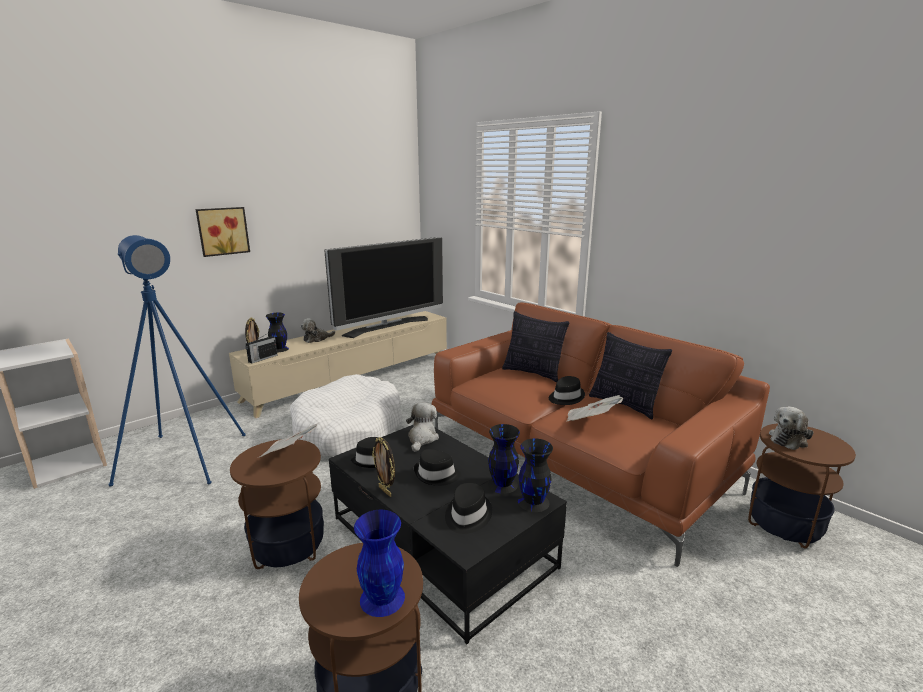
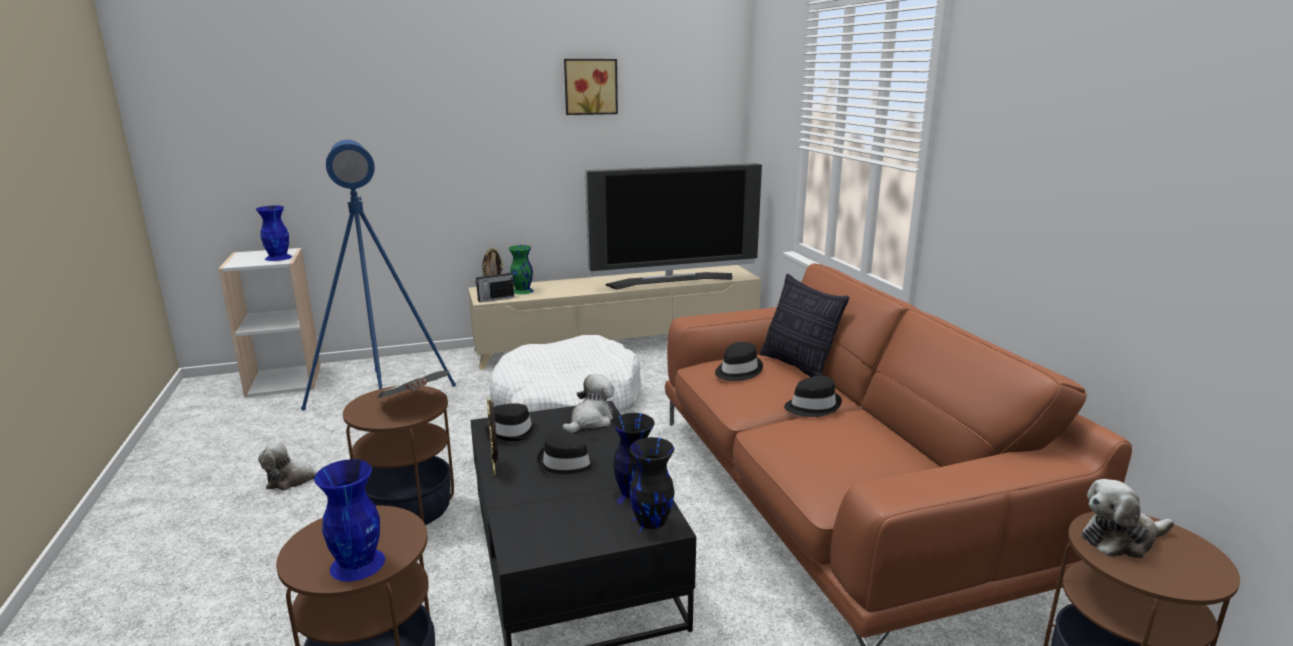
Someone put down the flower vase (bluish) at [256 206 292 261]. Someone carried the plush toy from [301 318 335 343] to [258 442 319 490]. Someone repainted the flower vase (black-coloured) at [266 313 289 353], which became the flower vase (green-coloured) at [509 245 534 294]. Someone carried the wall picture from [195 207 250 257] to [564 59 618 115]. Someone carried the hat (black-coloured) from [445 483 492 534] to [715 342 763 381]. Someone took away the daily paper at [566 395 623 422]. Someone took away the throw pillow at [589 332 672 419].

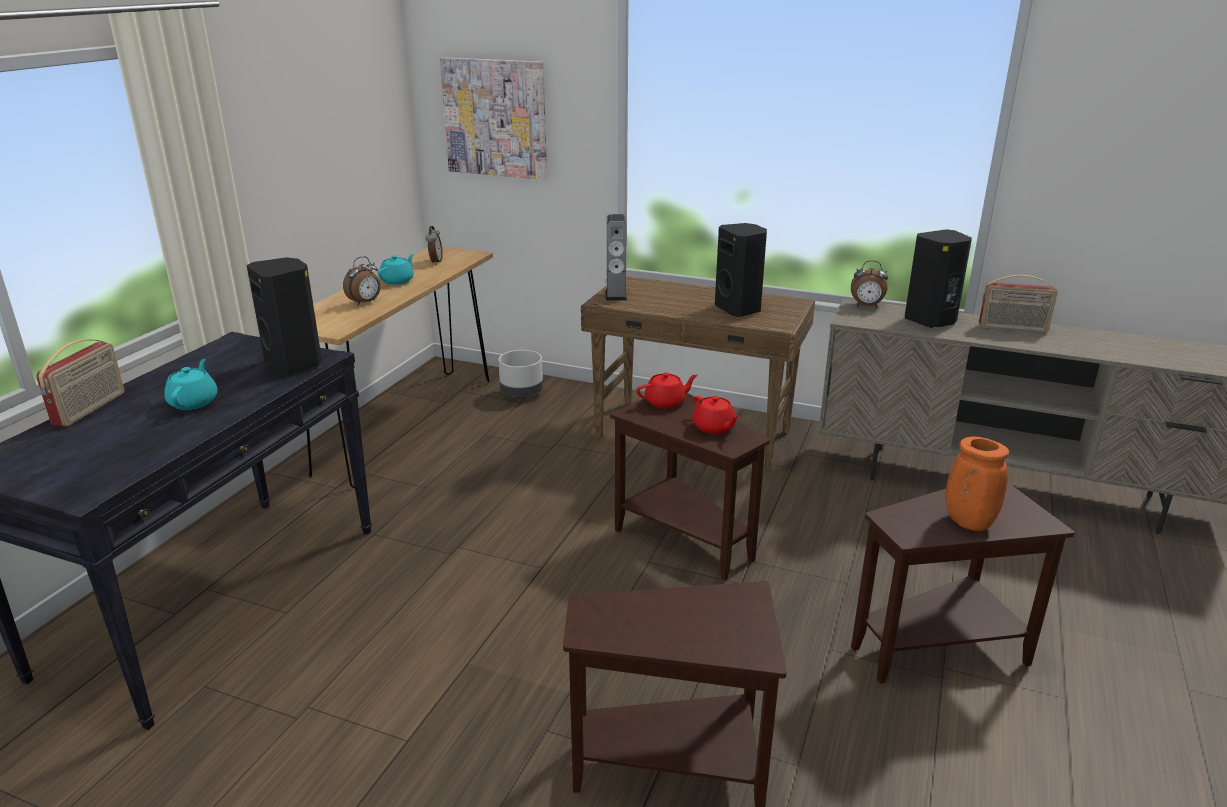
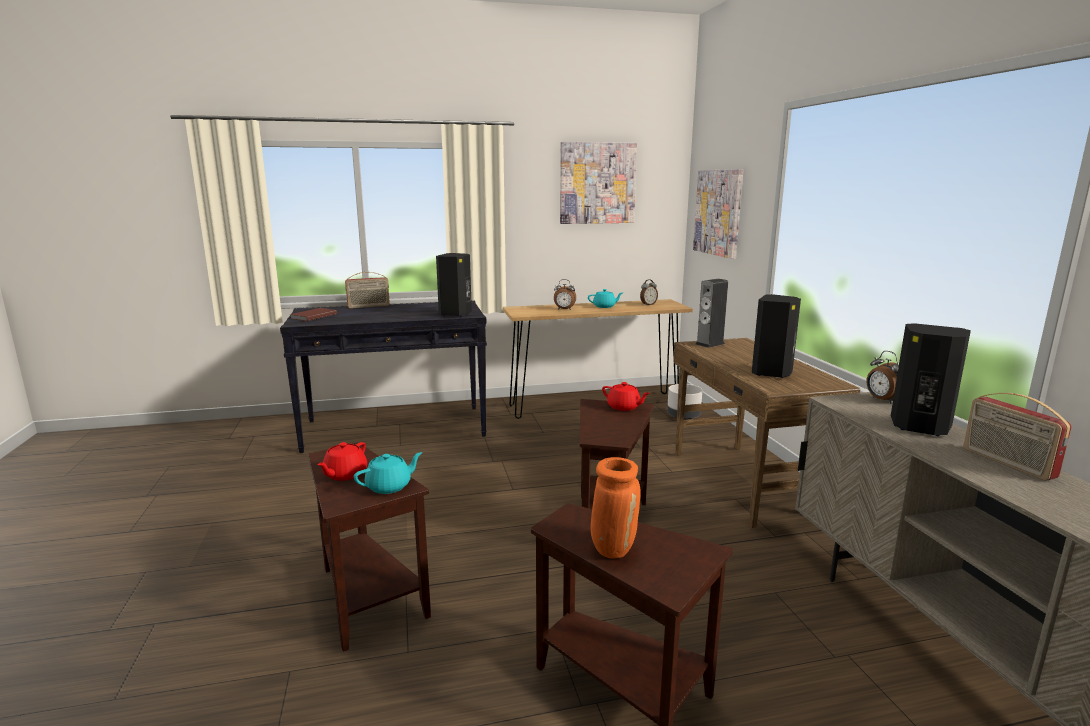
Someone put down the volume (brownish) at [290 308 337 321]. Someone carried the pot for tea (red) from [693 396 740 434] to [317 442 367 481]. Someone carried the pot for tea (blue-green) from [164 359 218 410] to [354 452 422 494]. Someone put up the wall picture at [560 142 637 224].

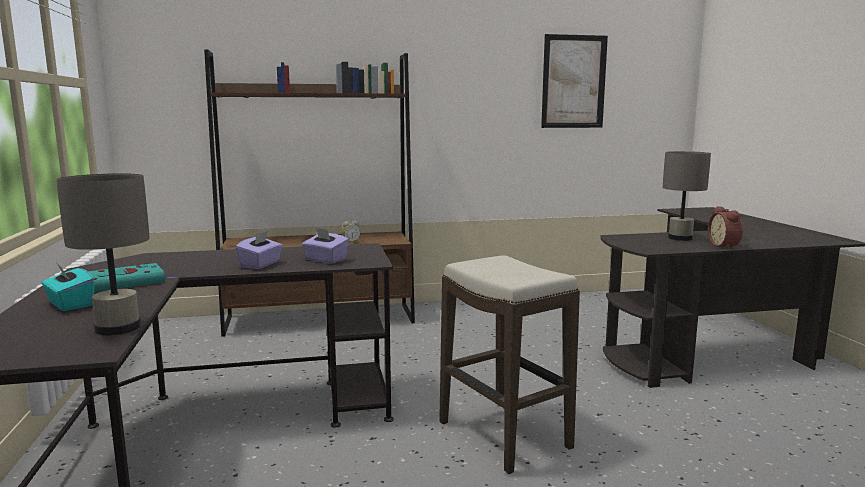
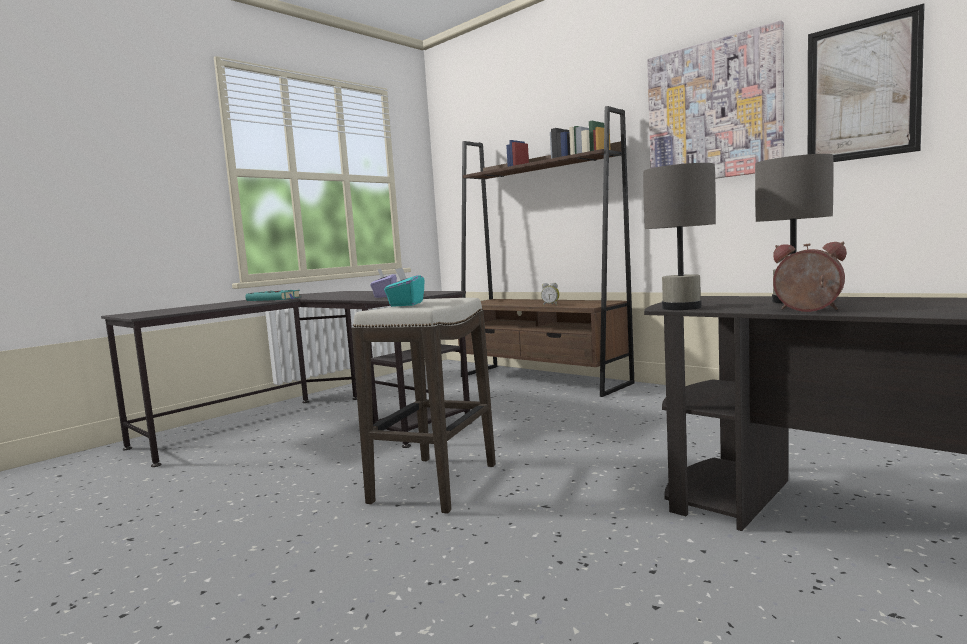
Someone carried the box of tissues (blue-green) from [42 262 95 311] to [384 268 424 307]. Someone carried the lamp for a table (greyish) from [56 173 149 335] to [643 163 716 310]. Someone put up the wall picture at [647 20 784 179]. Someone rotated the alarm clock at [708 206 743 250] by 75 degrees clockwise. Someone took away the box of tissues (purplish) at [235 230 283 269].

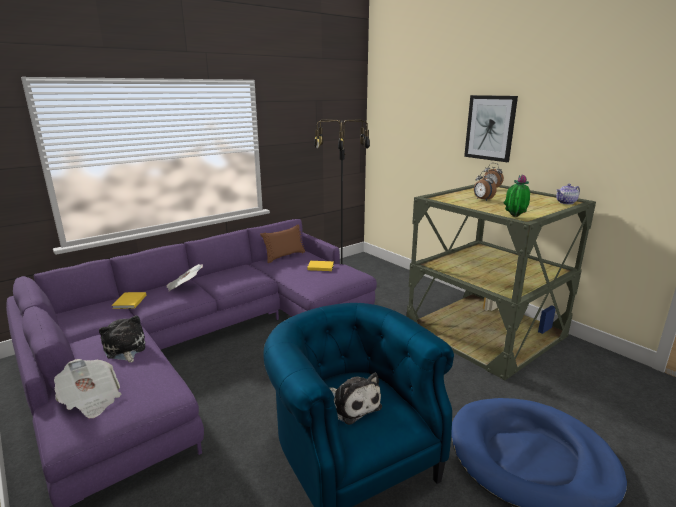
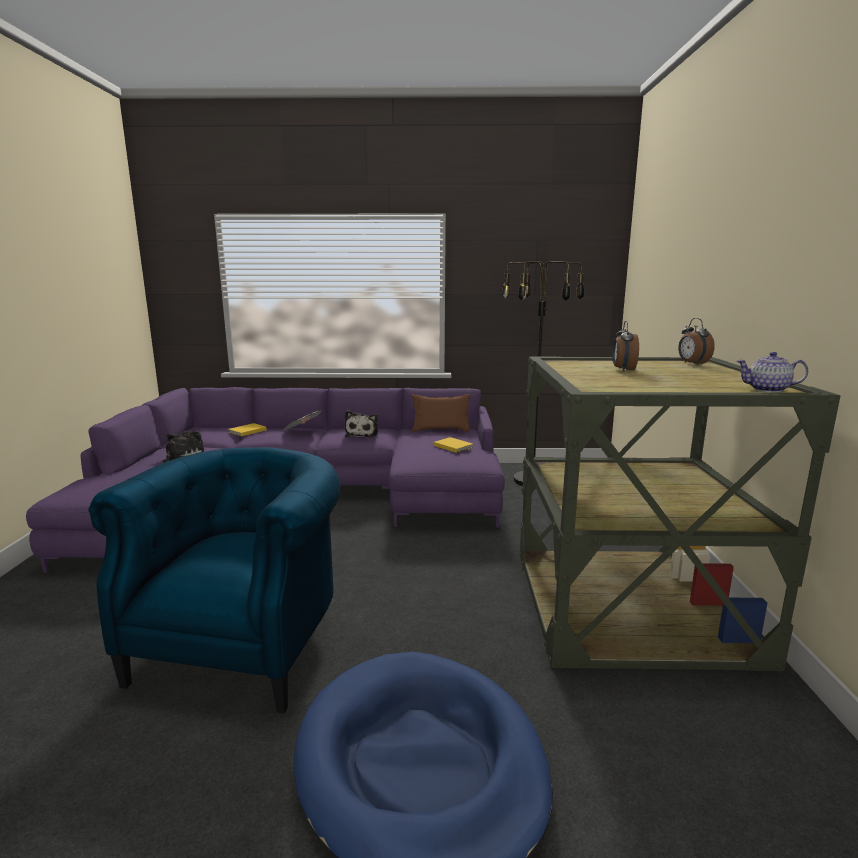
Someone carried the plush toy from [330 373 382 425] to [345 410 378 438]. Someone took away the daily paper at [54 359 122 418]. Someone took away the wall picture at [464 95 518 162]. Someone took away the houseplant at [503 174 530 217].

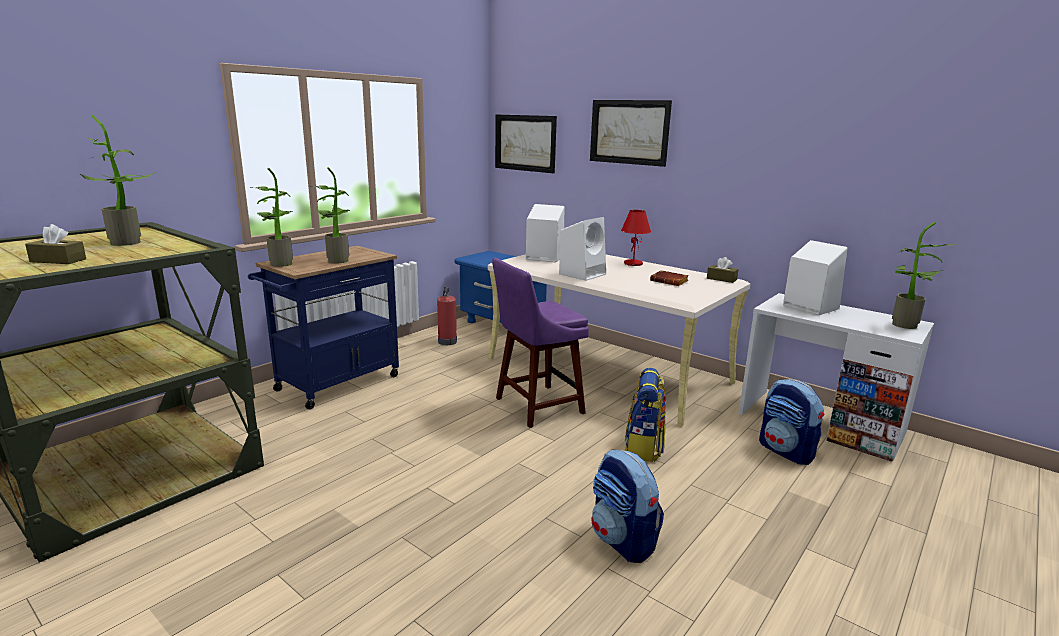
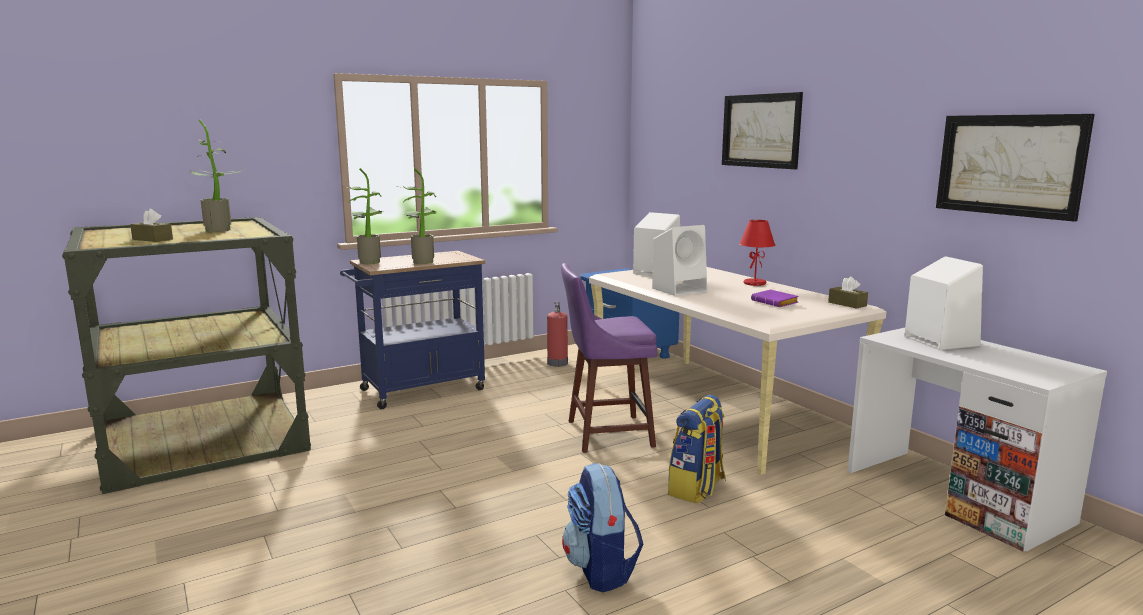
Someone repainted the volume (brownish) at [650 270 689 286], which became the volume (purplish) at [751 289 799 307]. Someone carried the wall picture from [495 115 557 173] to [936 114 1095 222]. Someone took away the backpack at [759 379 824 465]. Someone took away the houseplant at [892 222 958 329].

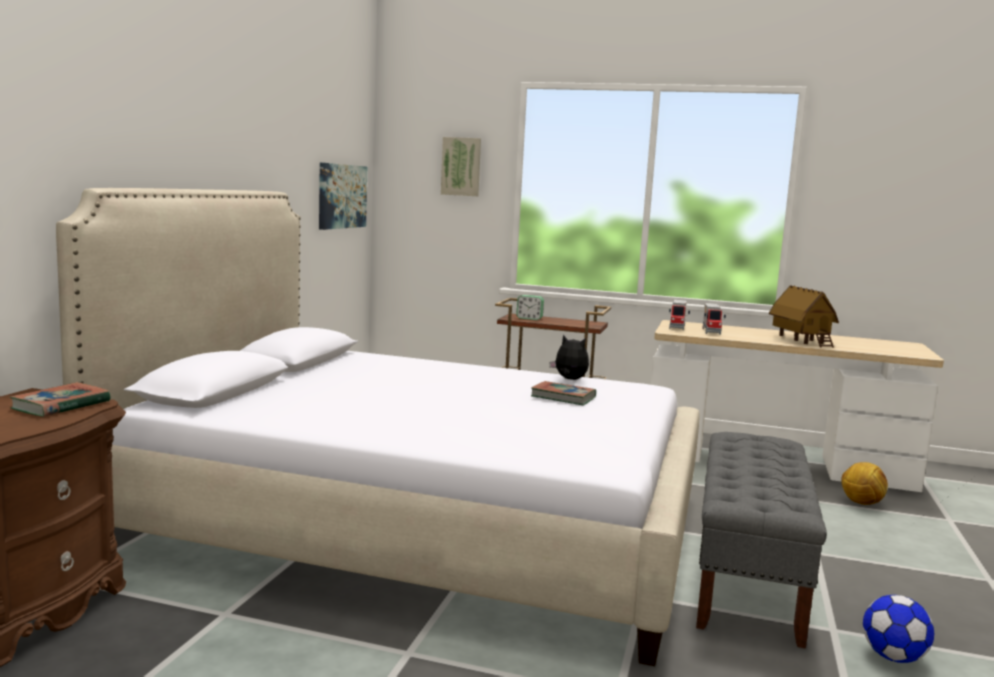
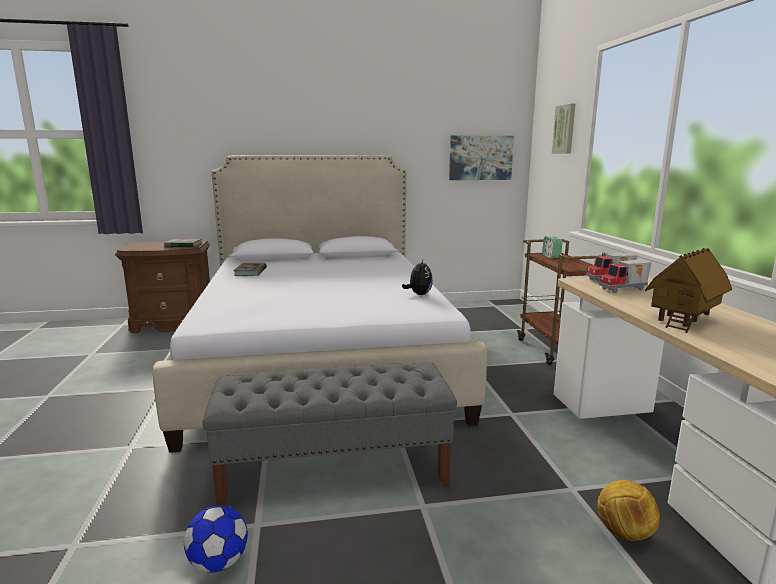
Someone carried the volume from [531 381 596 405] to [234 263 267 276].

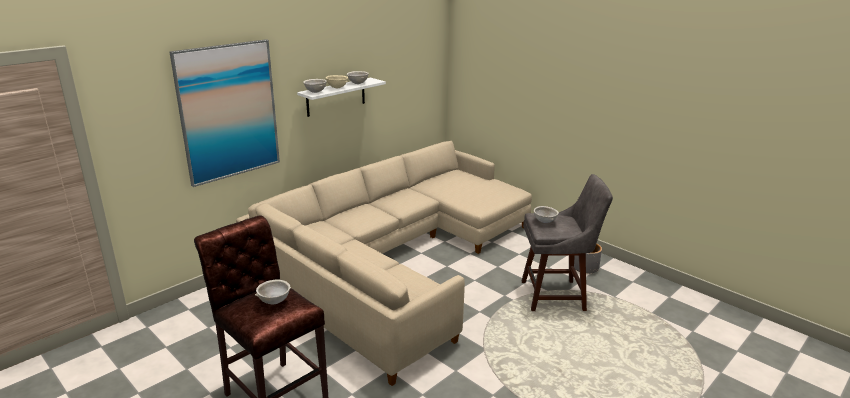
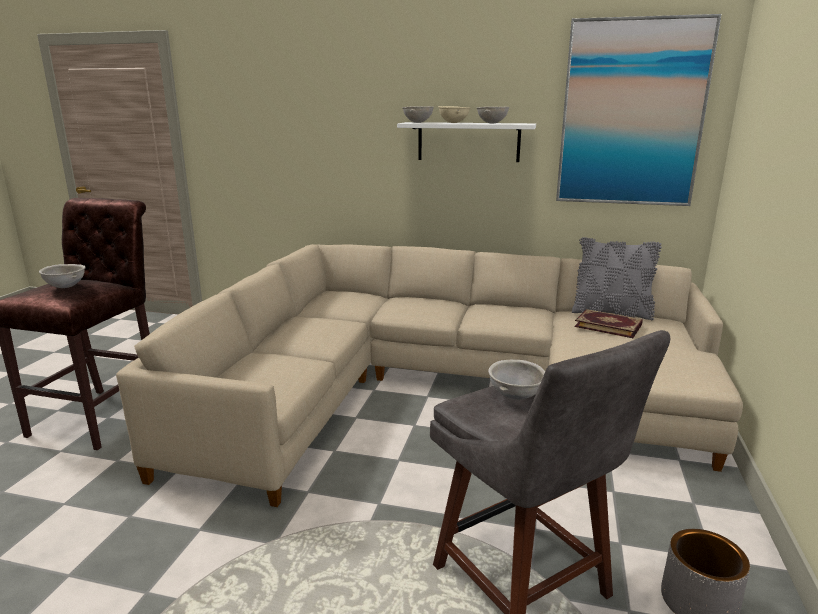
Someone carried the wall picture from [169 39 280 187] to [556 14 722 206]. Someone put down the throw pillow (greyish) at [572 237 662 320]. Someone put down the volume at [574 309 643 338].

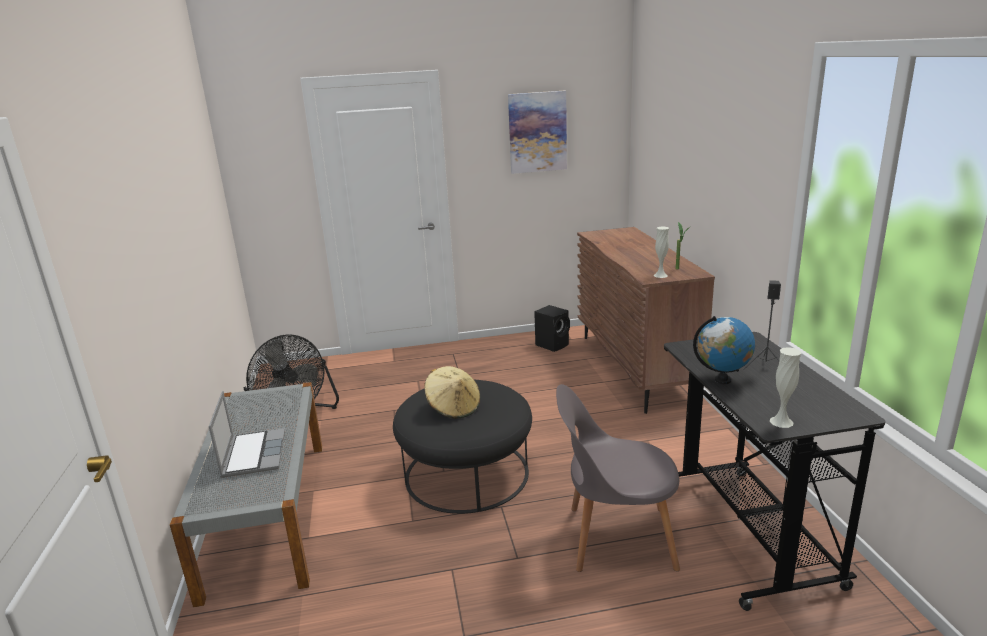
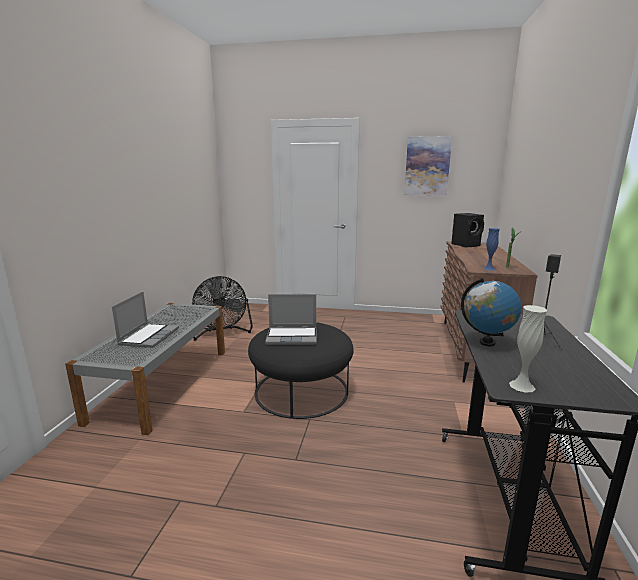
Someone swapped the hat (sand-coloured) at [424 366 480 419] for the laptop at [265 294 316 345]. Someone carried the audio speaker (black-coloured) from [534 305 570 352] to [451 213 484 247]. Someone repainted the flower vase (whitish) at [654 227 669 278], which became the flower vase (bluish) at [483 228 500 271]. Someone took away the chair (greyish) at [556 384 680 572].

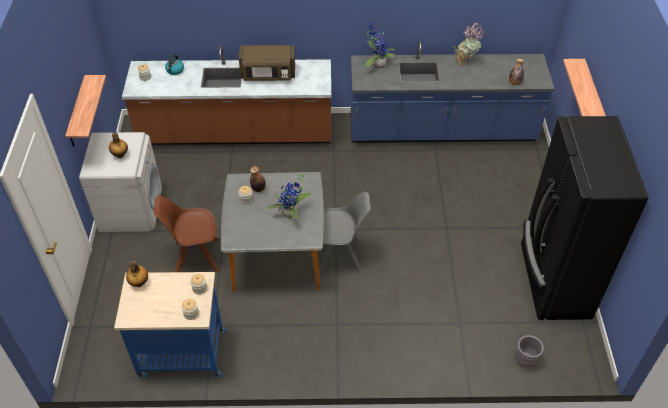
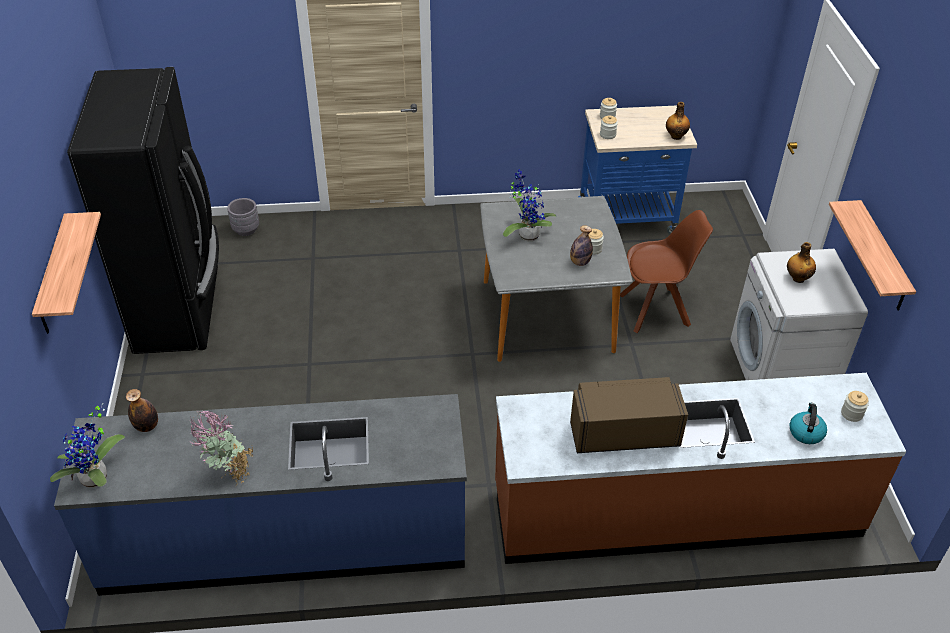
Someone carried the houseplant from [365 23 395 68] to [50 403 125 488]. Someone took away the chair (greyish) at [319 192 371 275].

